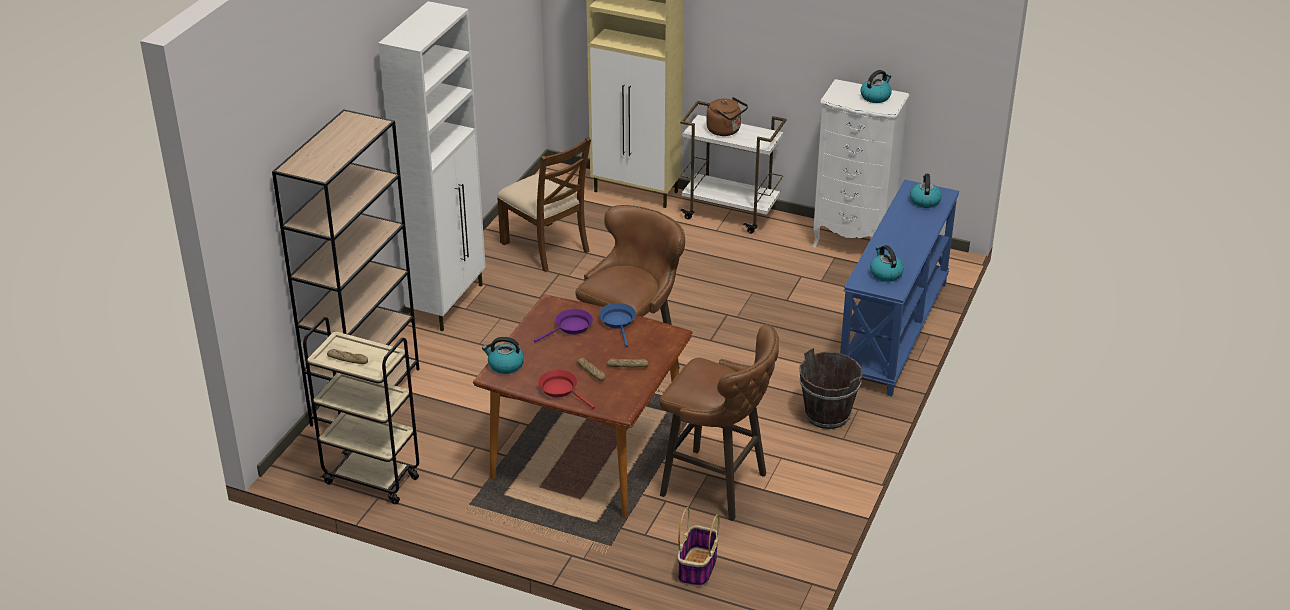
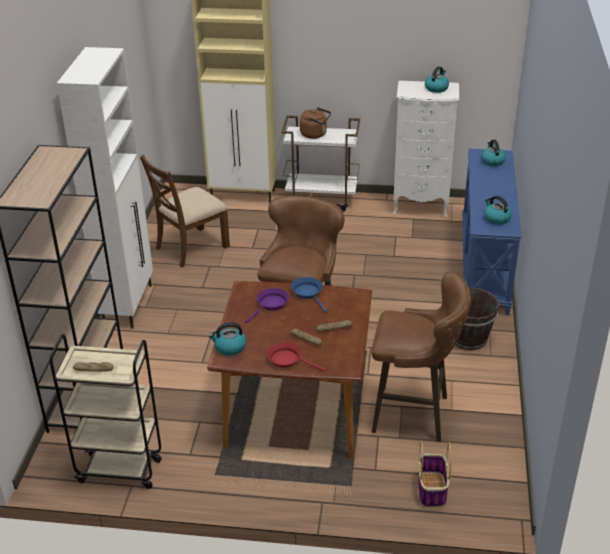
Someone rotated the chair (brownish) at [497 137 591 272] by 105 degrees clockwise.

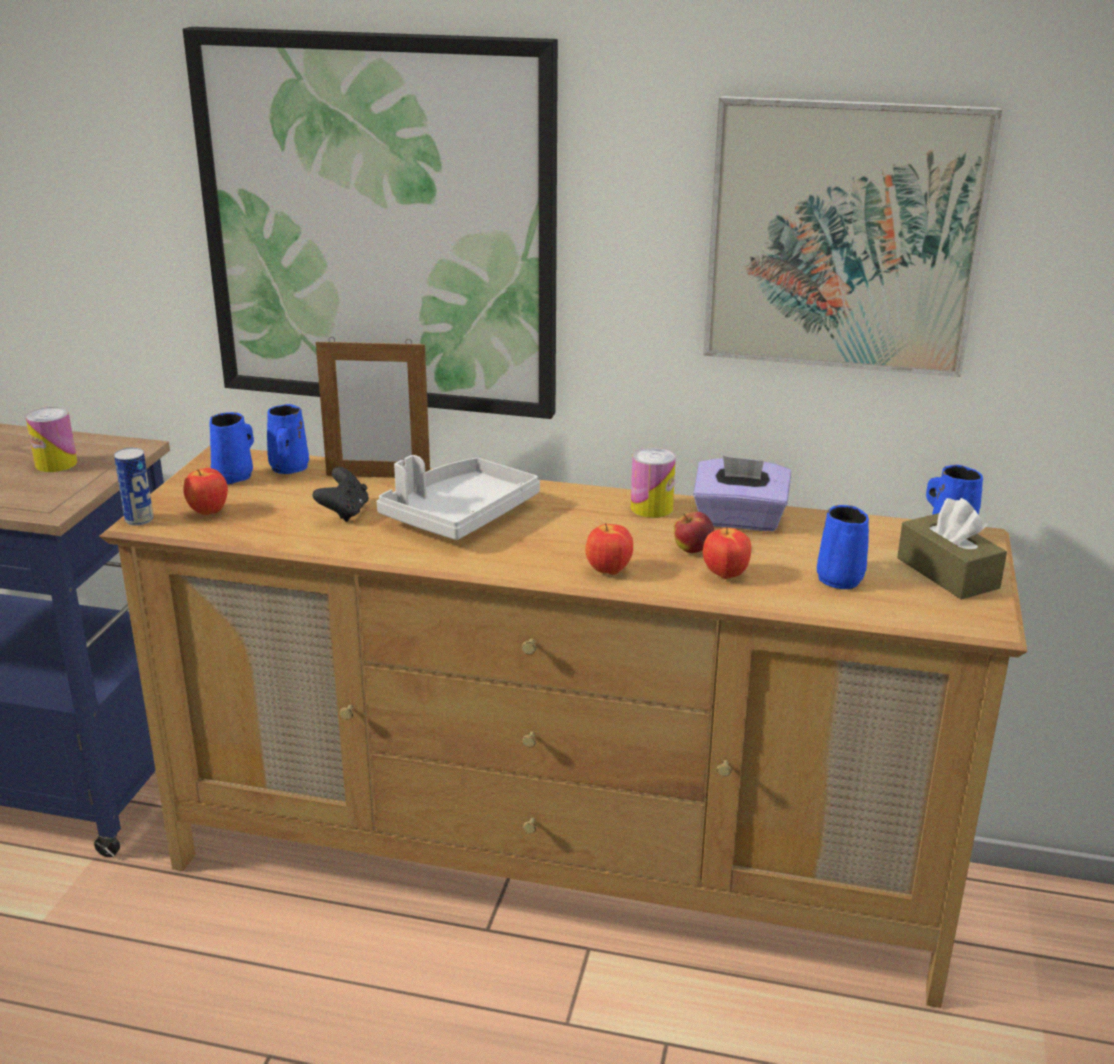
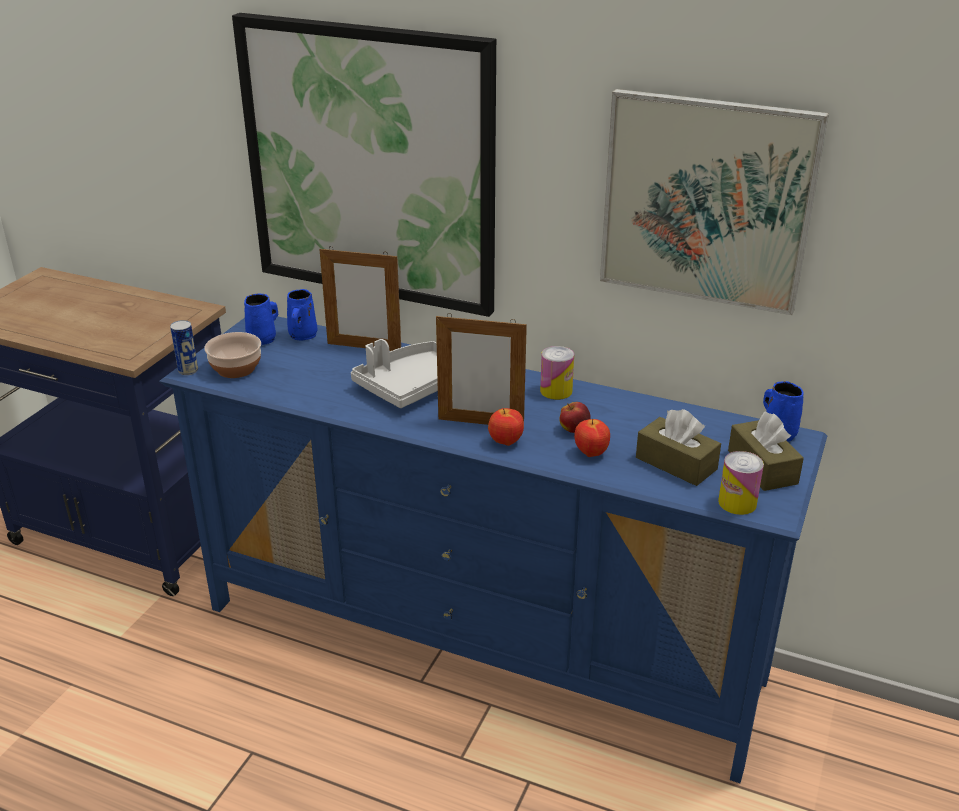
Someone repainted the drawer chest (brownish) at [99 446 1027 1008], which became the drawer chest (bluish) at [159 316 827 783]. Someone swapped the whole apple at [183 468 228 515] for the deep dish at [204 332 261 378]. Someone put down the standing frame at [436 313 527 425]. Someone swapped the mug (bluish) at [817 505 869 589] for the box of tissues (brownish) at [636 409 721 486]. Someone carried the can from [26 407 77 472] to [718 451 764 515]. Someone took away the joypad (black-coloured) at [312 467 369 522]. Someone took away the box of tissues (purplish) at [693 456 791 531].

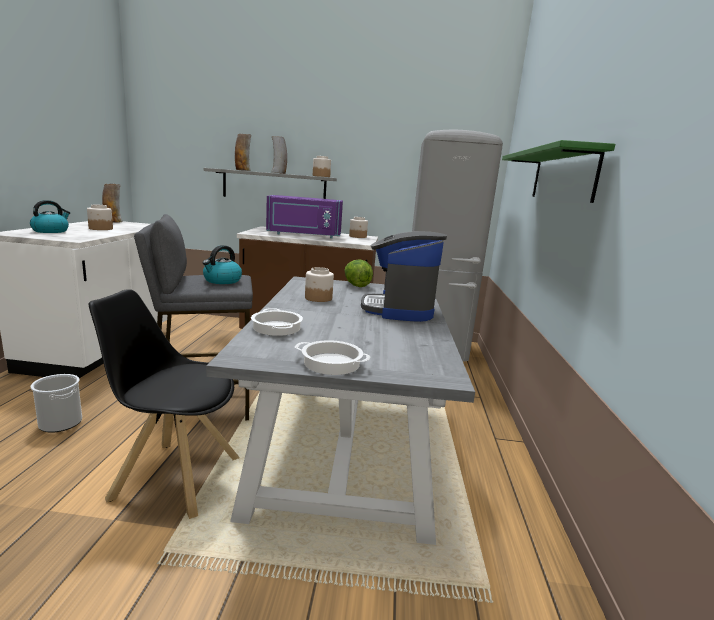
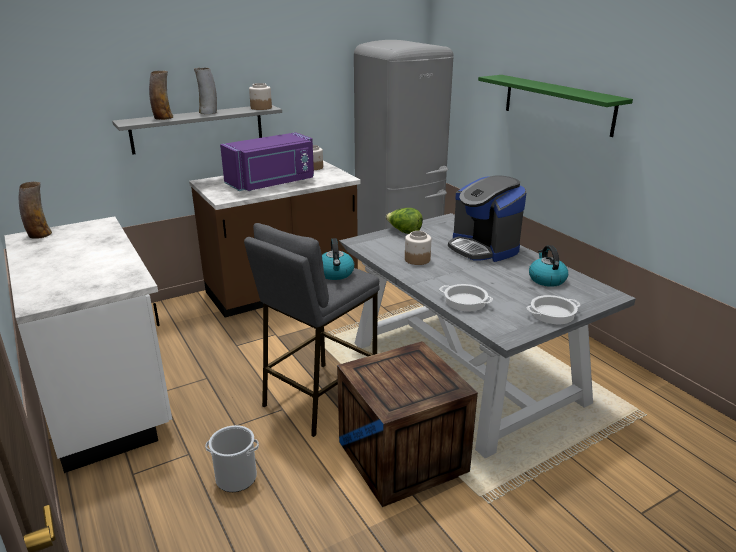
Someone swapped the chair (black-coloured) at [89 289 239 519] for the shipping crate at [337 341 478 507]. Someone carried the kettle from [30 200 70 233] to [529 245 568 287]. Someone took away the preserve jar at [87 205 113 230].

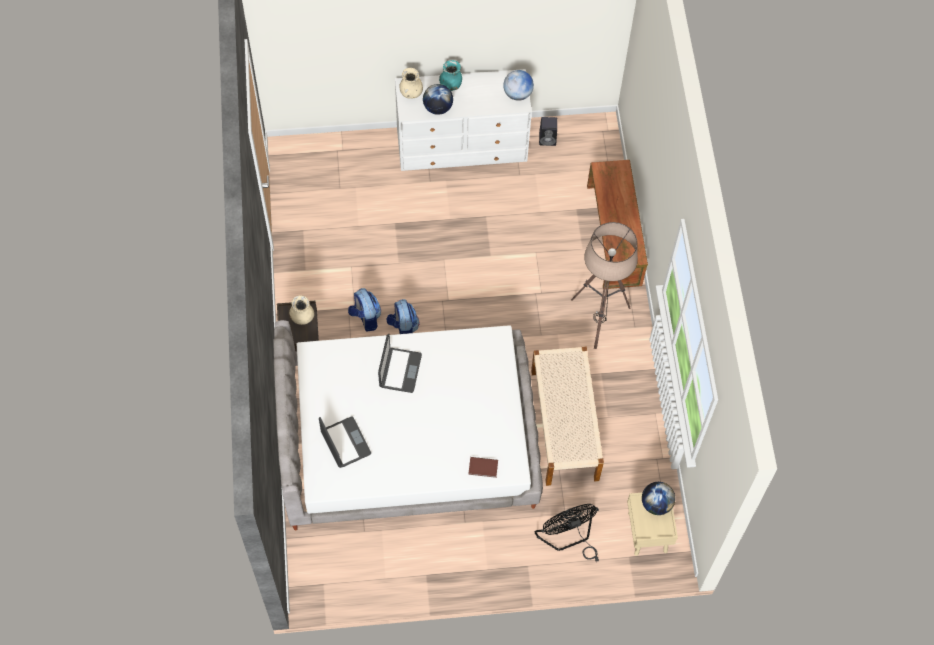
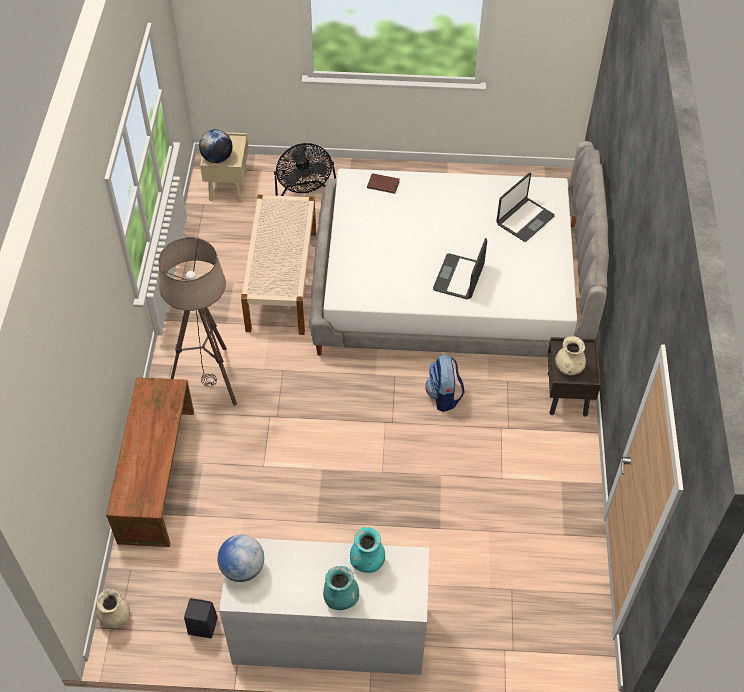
Someone carried the flower vase (sand-coloured) from [400 68 423 99] to [97 589 130 629]. Someone swapped the world globe at [423 84 453 115] for the flower vase (blue-green) at [350 527 385 573]. Someone rotated the laptop at [319 417 371 468] by 120 degrees counterclockwise. Someone took away the backpack at [348 288 381 332].

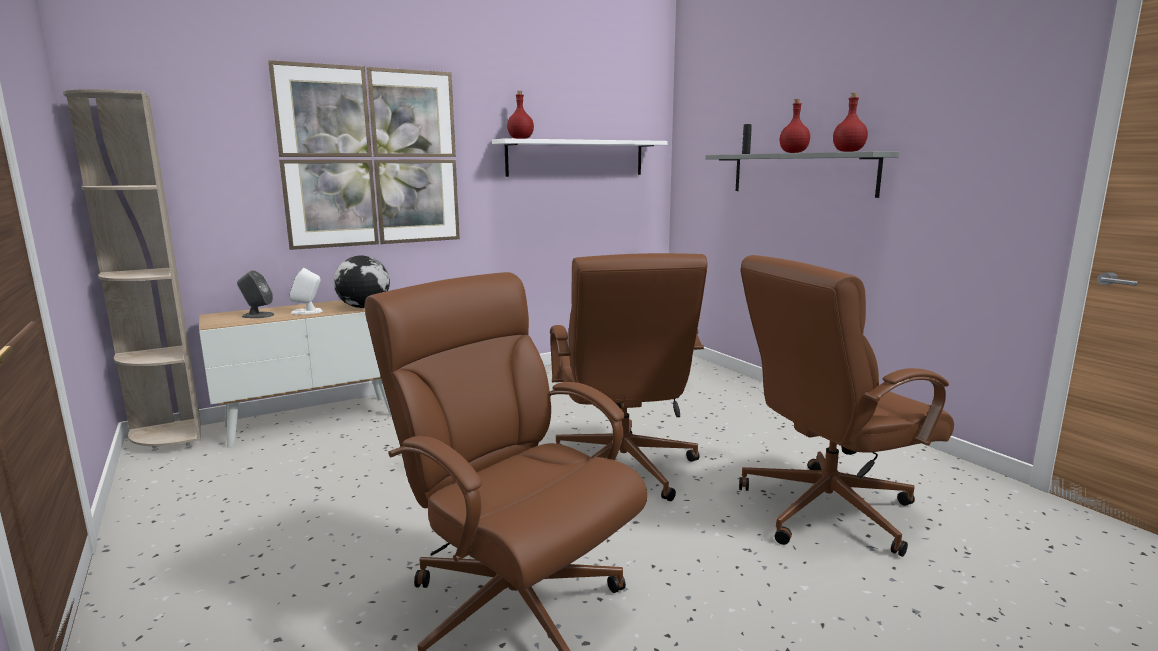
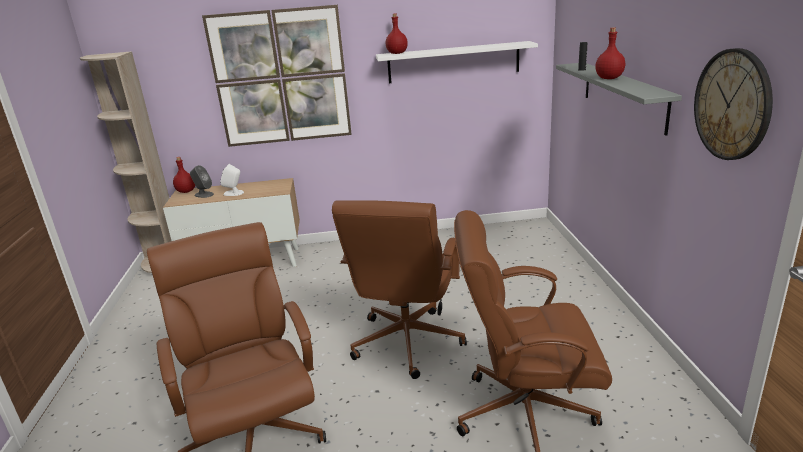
Someone carried the bottle (red) from [833 93 868 152] to [173 157 195 193]. Someone put up the hanging clock at [694 48 773 160]. Someone took away the world globe at [334 255 390 308].

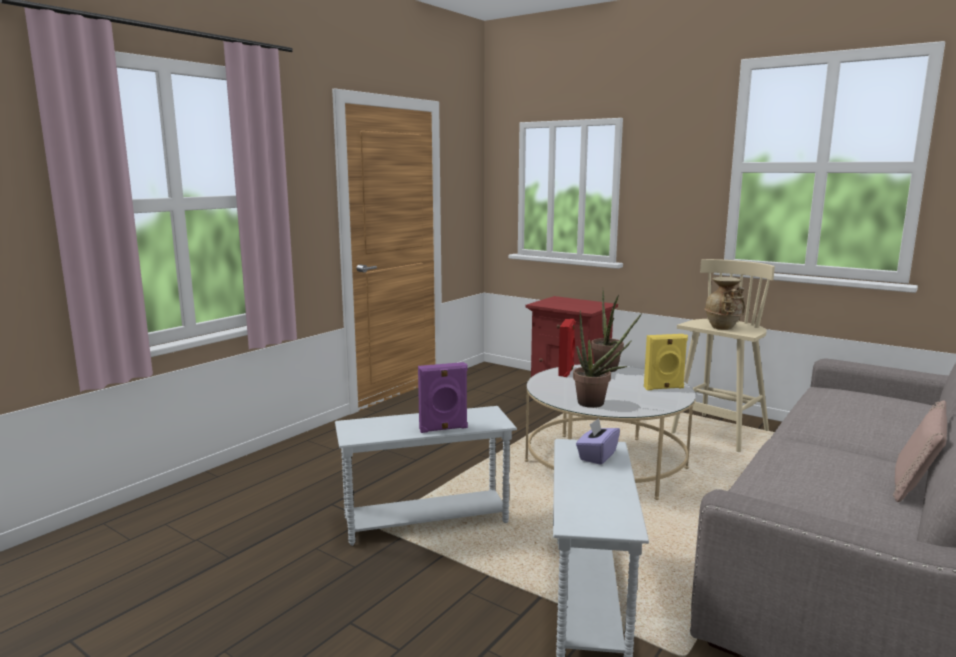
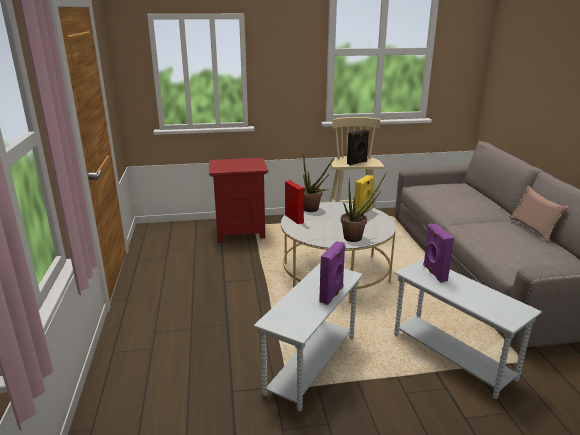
Someone swapped the flower vase (sand-coloured) at [704 277 745 330] for the audio speaker (black-coloured) at [347 129 369 165]. Someone swapped the box of tissues (purplish) at [576 418 620 465] for the audio speaker (purplish) at [423 223 454 283].

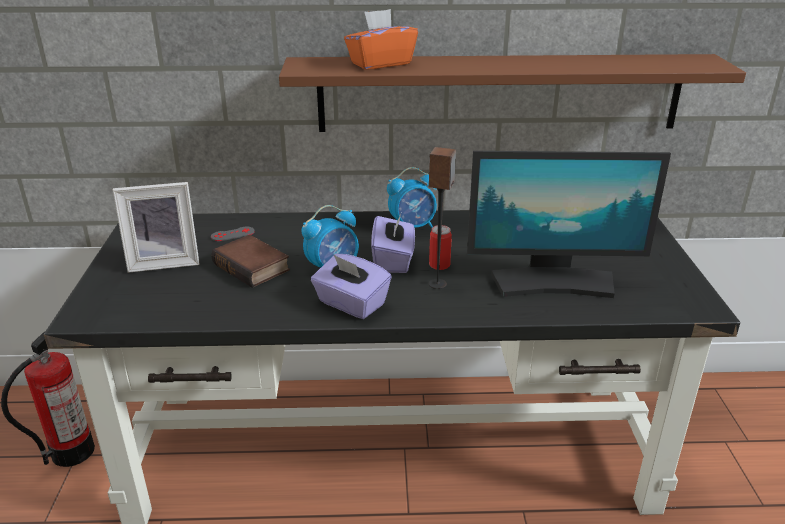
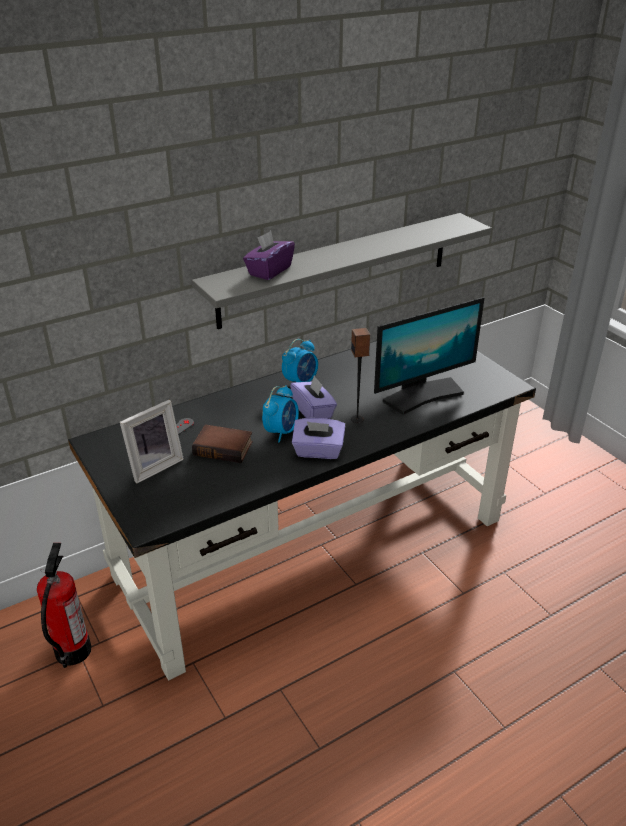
Someone repainted the bracket shelf (brownish) at [279 54 746 132], which became the bracket shelf (greyish) at [192 213 492 329]. Someone repainted the box of tissues (orangey) at [344 9 418 70], which became the box of tissues (purplish) at [243 231 295 280]. Someone took away the can at [429 225 452 270].

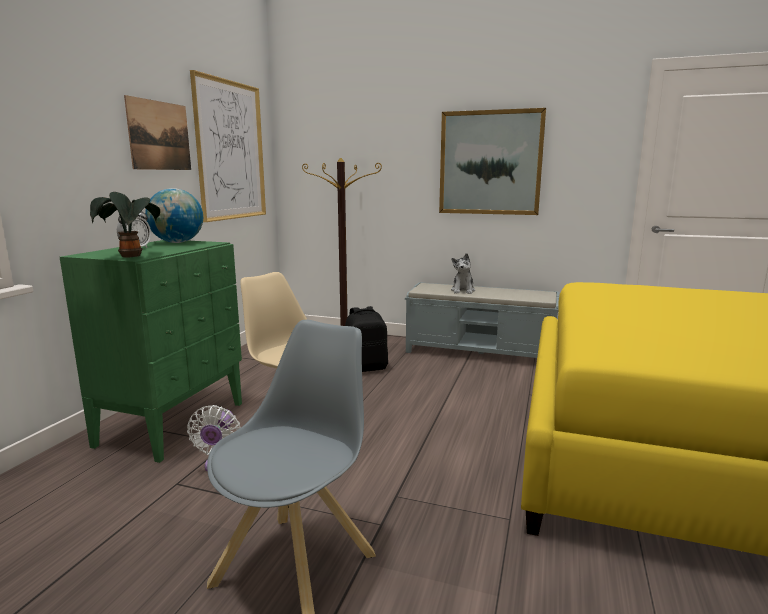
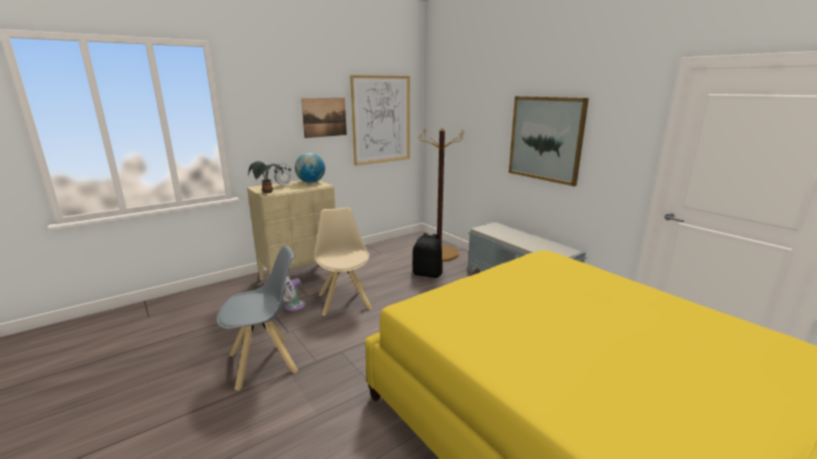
Someone repainted the drawer chest (green-coloured) at [60 240 242 463], which became the drawer chest (sand-coloured) at [247 180 339 280]. Someone took away the plush toy at [451 253 475 294].

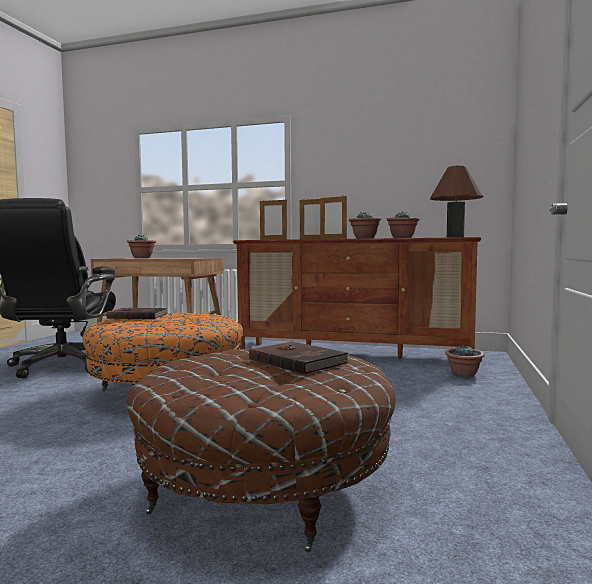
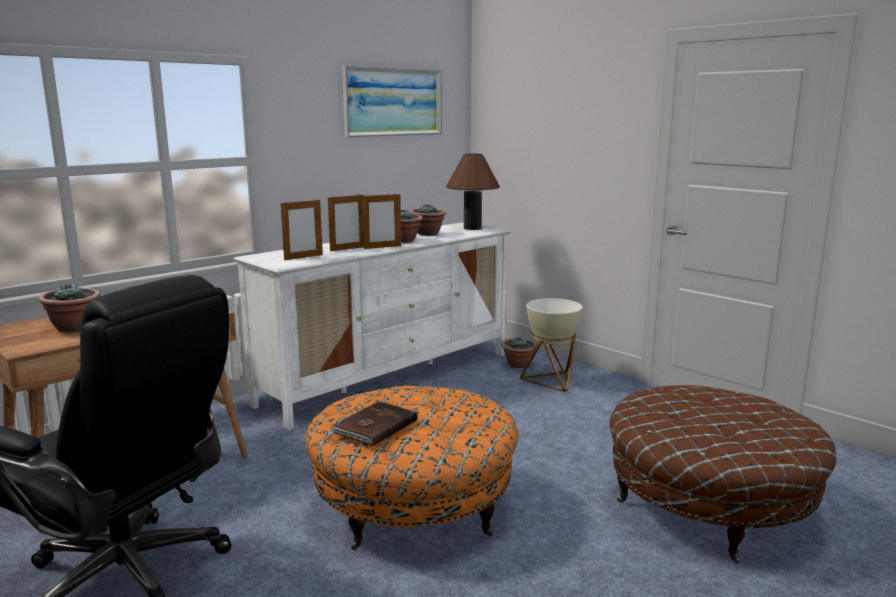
Someone repainted the drawer chest (brownish) at [233 237 482 358], which became the drawer chest (whitish) at [234 222 512 430]. Someone put up the wall picture at [342 66 442 137]. Someone put down the flower pot at [520 298 583 392]. Someone took away the volume (brownish) at [249 341 349 374].

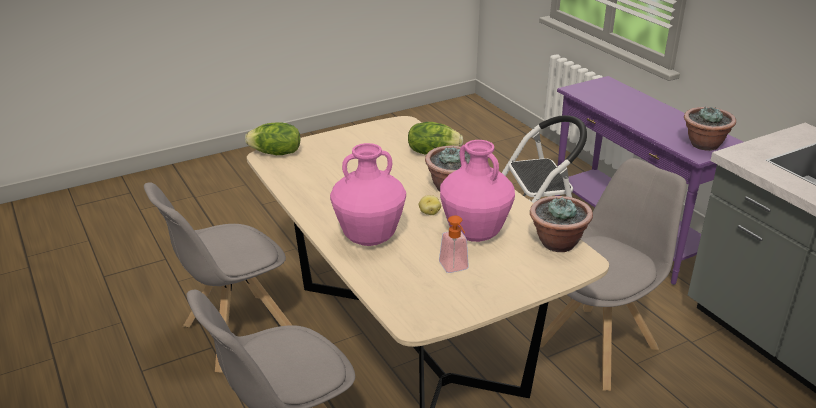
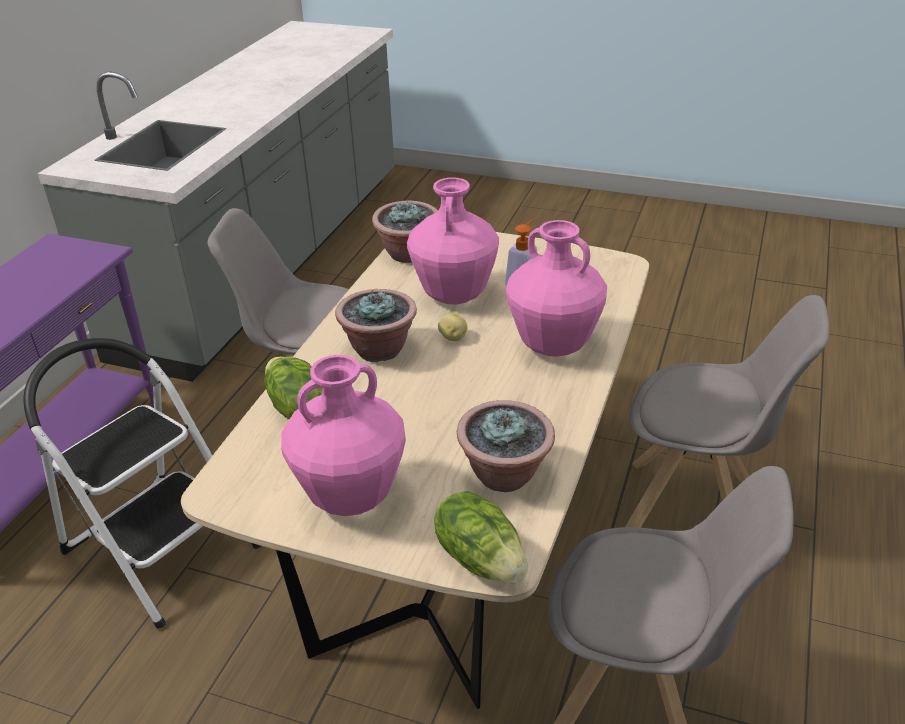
Someone put down the flower vase (pink-coloured) at [281 355 406 516]. Someone carried the houseplant from [684 106 736 151] to [457 400 555 492].

